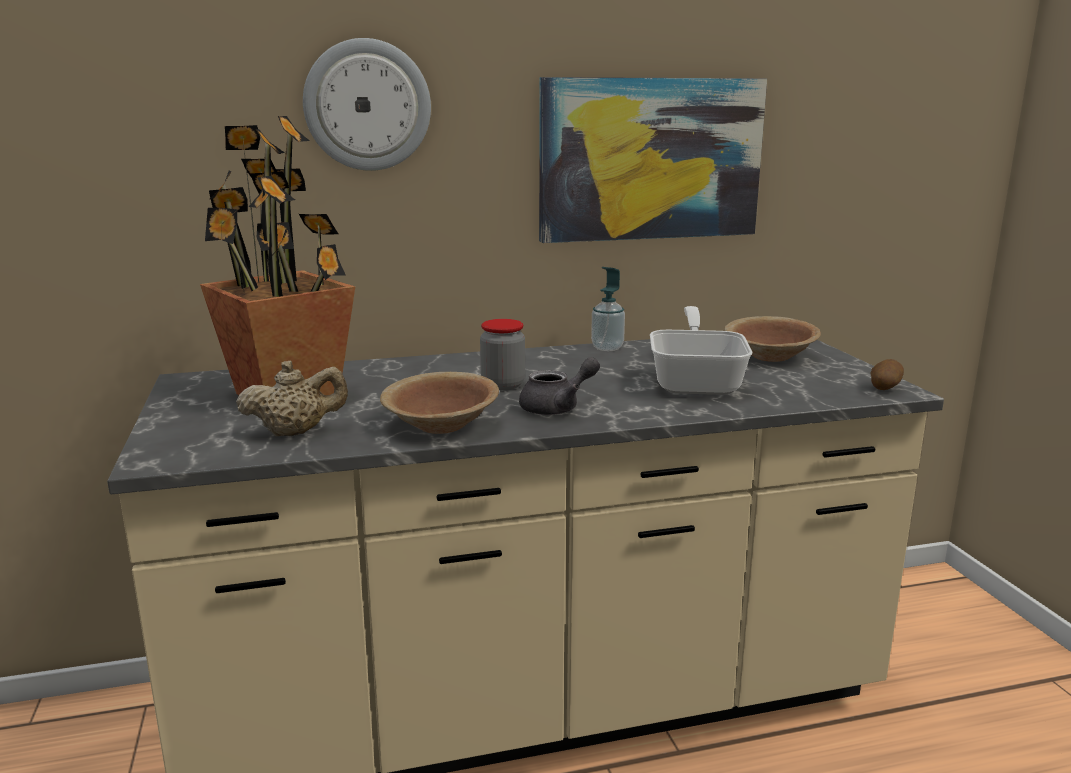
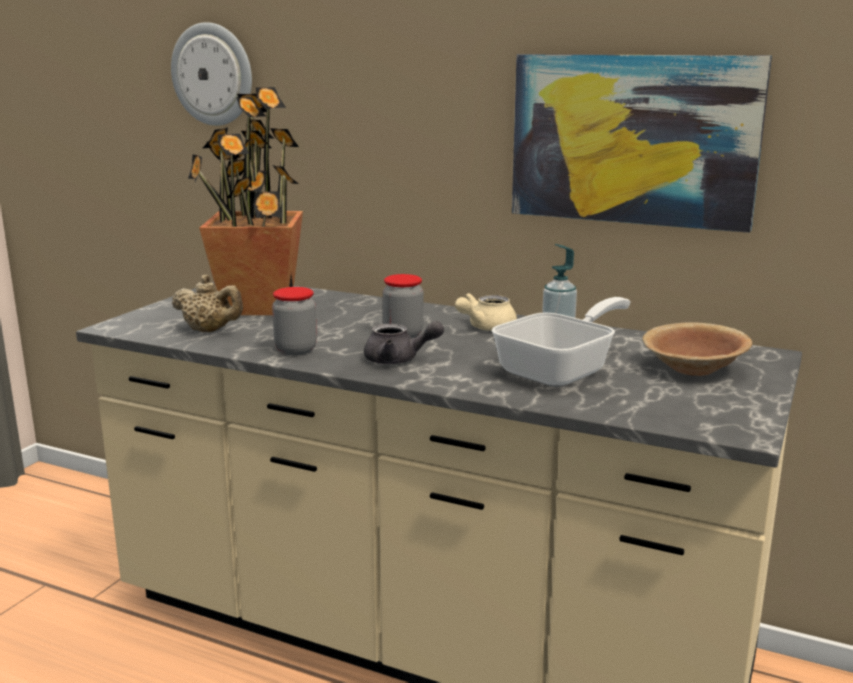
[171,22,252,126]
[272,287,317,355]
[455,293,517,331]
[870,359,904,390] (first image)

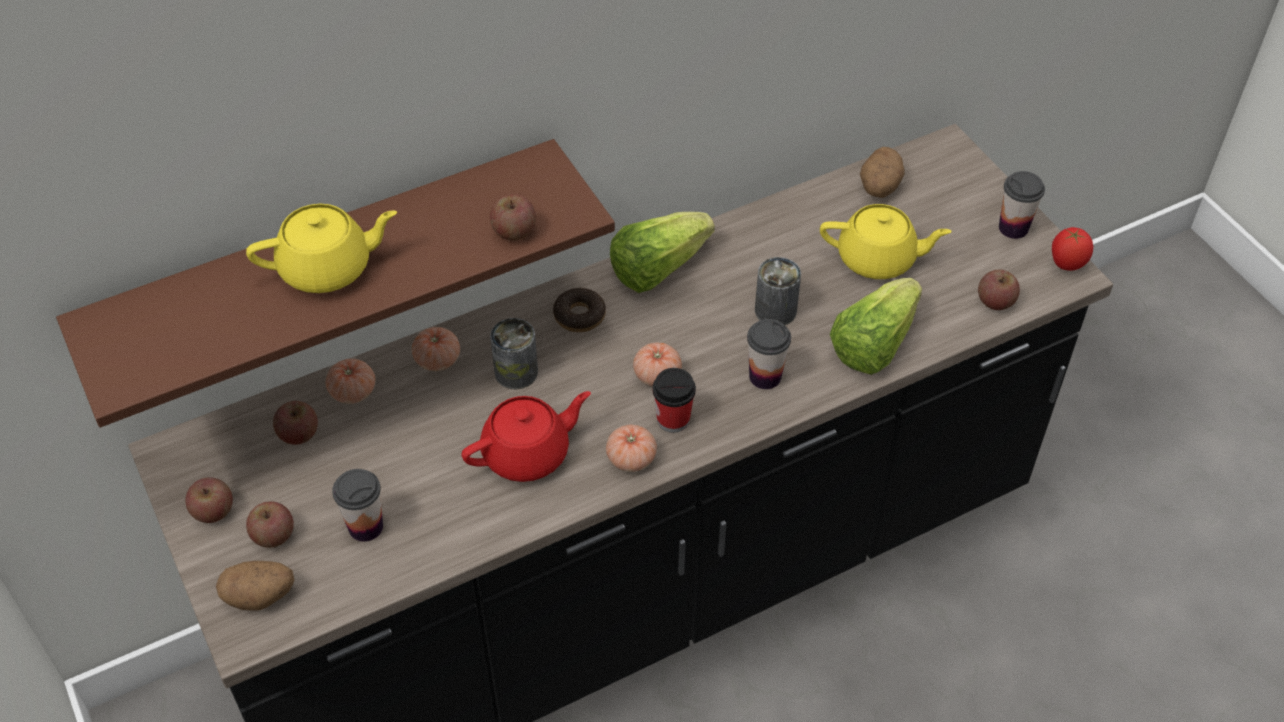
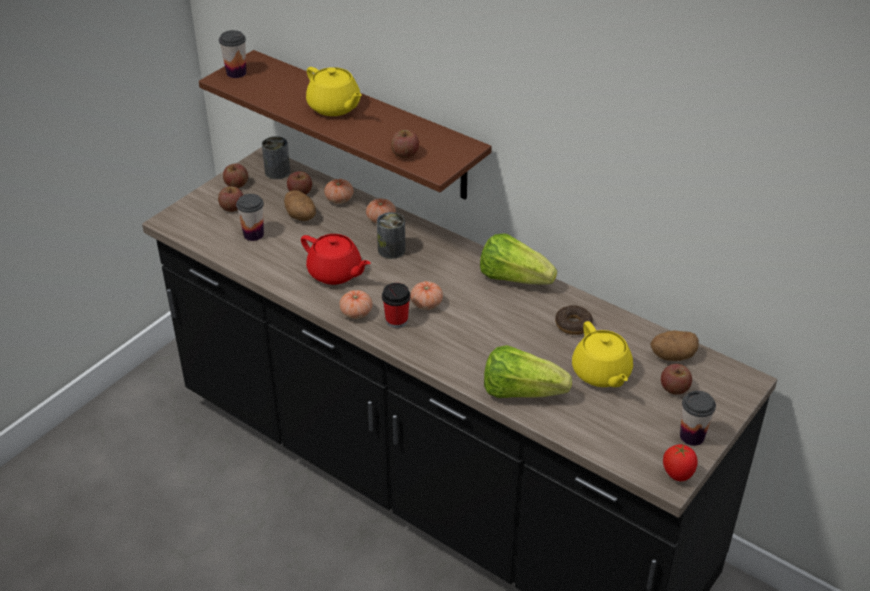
[219,30,246,78]
[262,136,290,179]
[284,190,316,221]
[555,305,593,335]
[661,364,692,395]

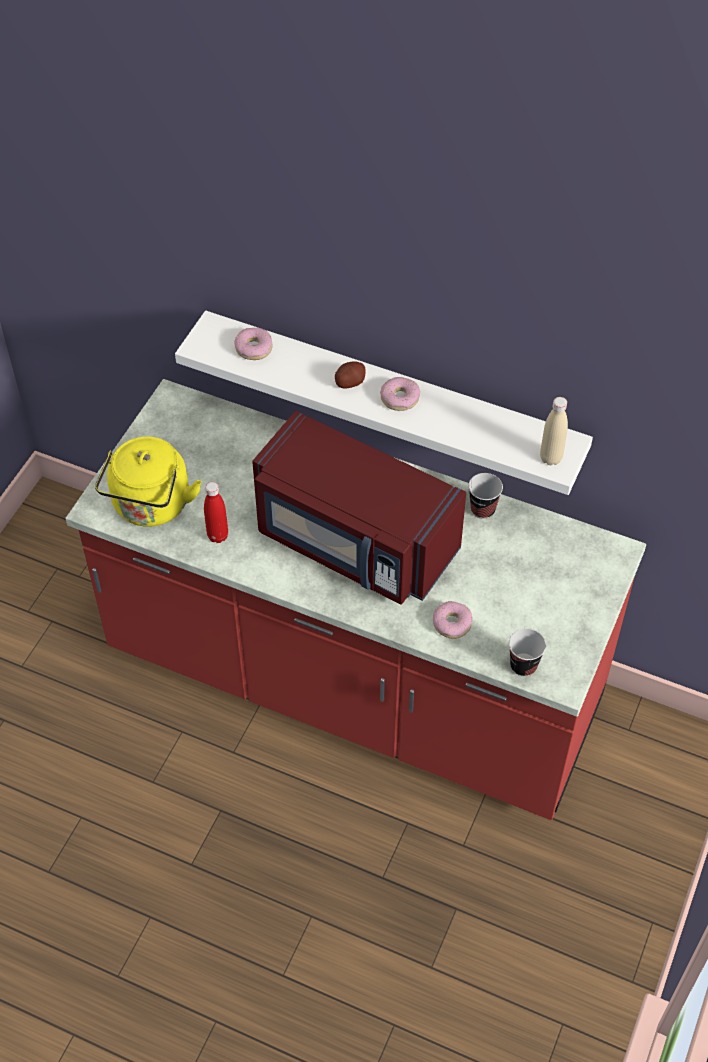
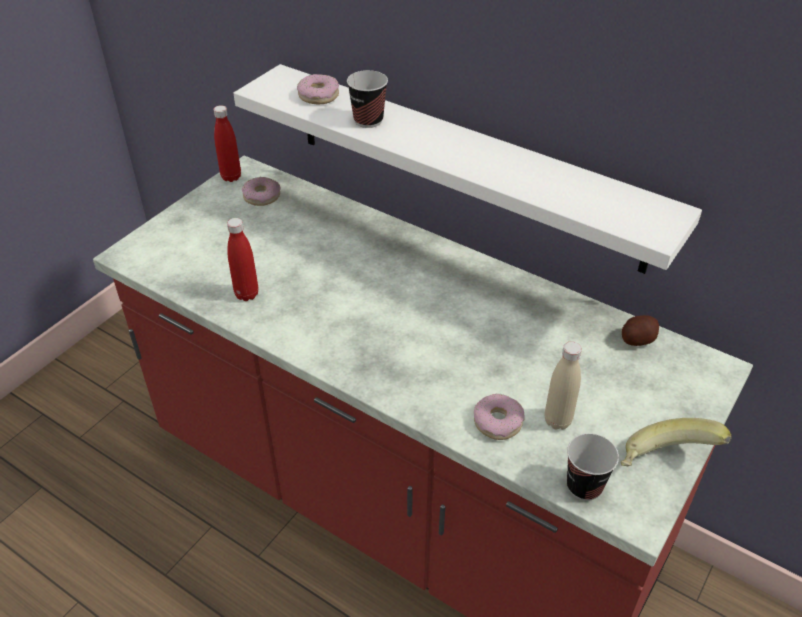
[214,105,241,182]
[242,177,281,206]
[347,70,388,128]
[544,342,582,430]
[621,418,732,467]
[622,315,659,346]
[95,436,202,527] (first image)
[252,411,466,605] (first image)

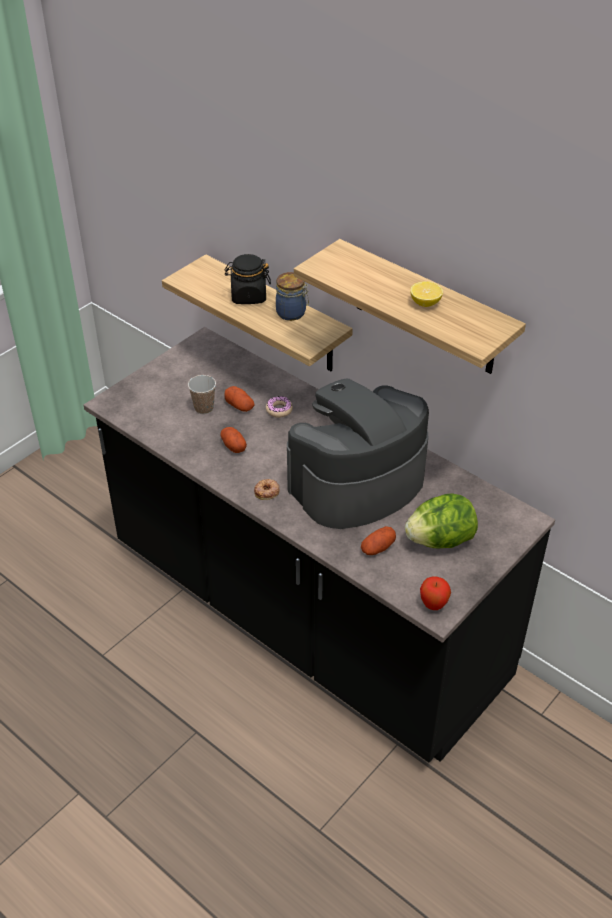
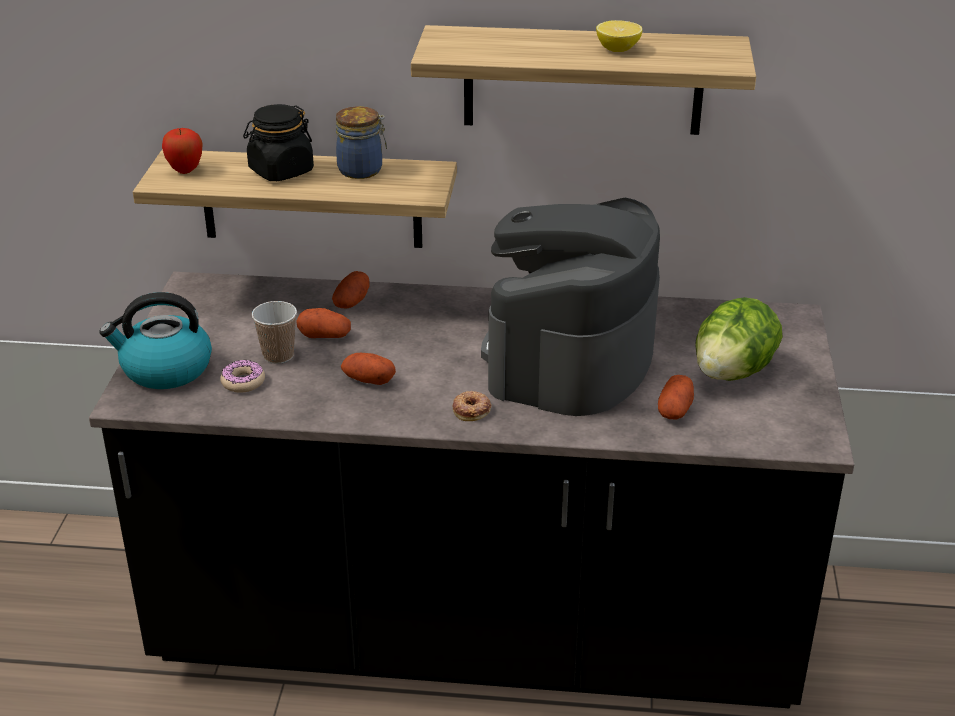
[99,292,212,389]
[162,128,203,174]
[220,360,265,393]
[332,271,369,309]

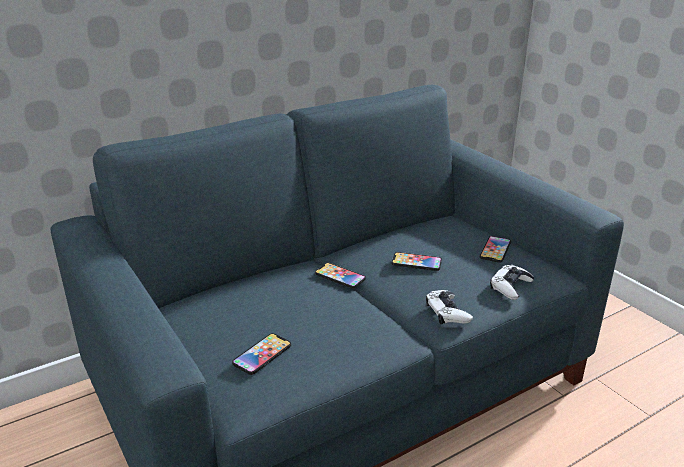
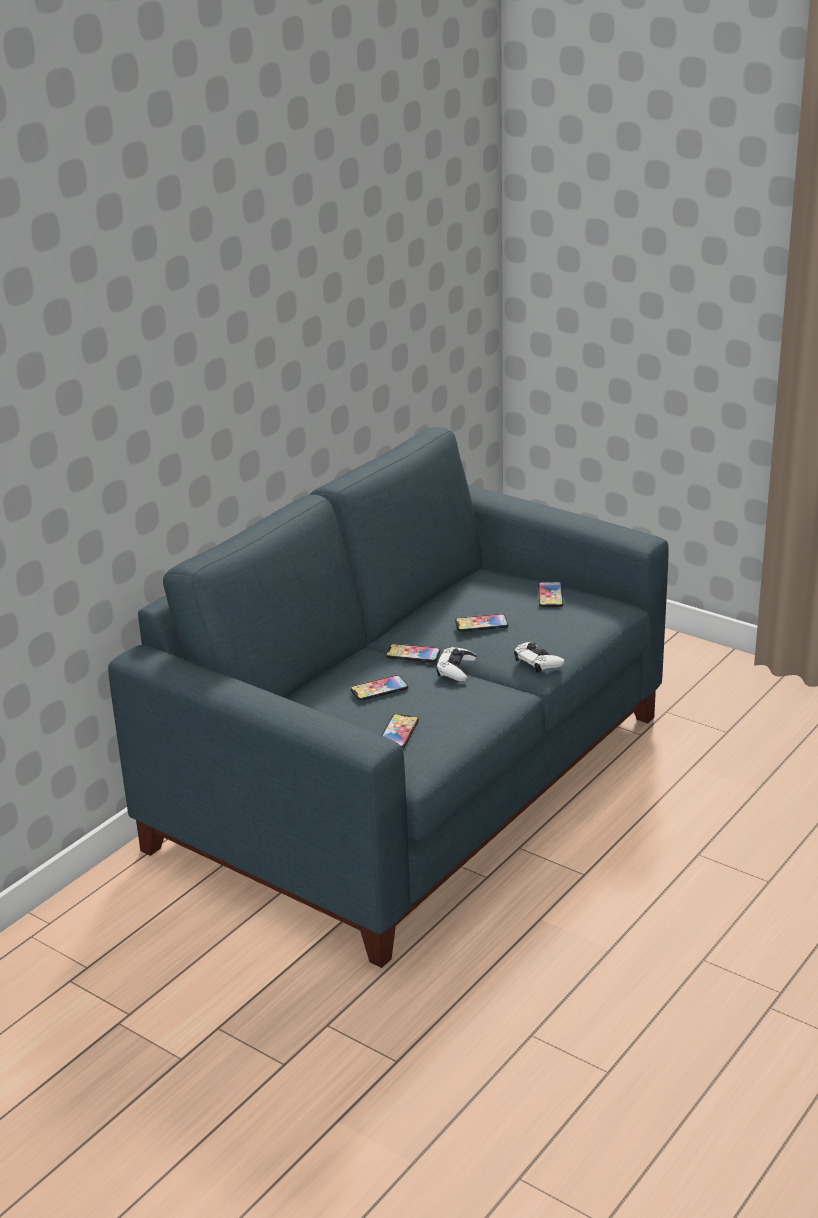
[351,675,408,701]
[436,647,477,681]

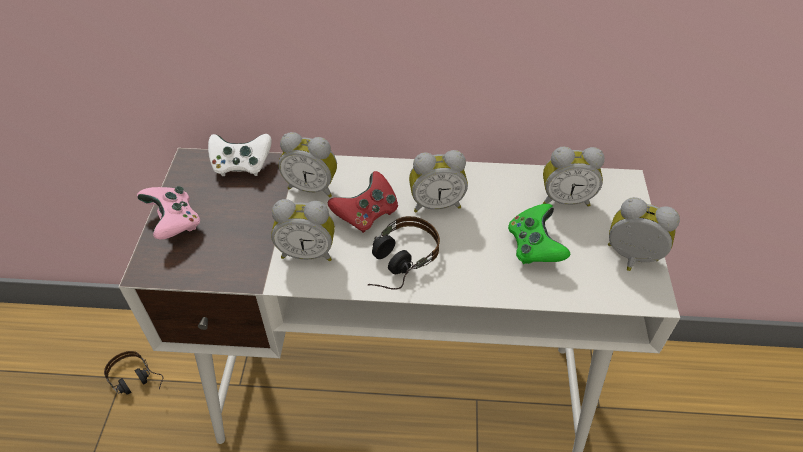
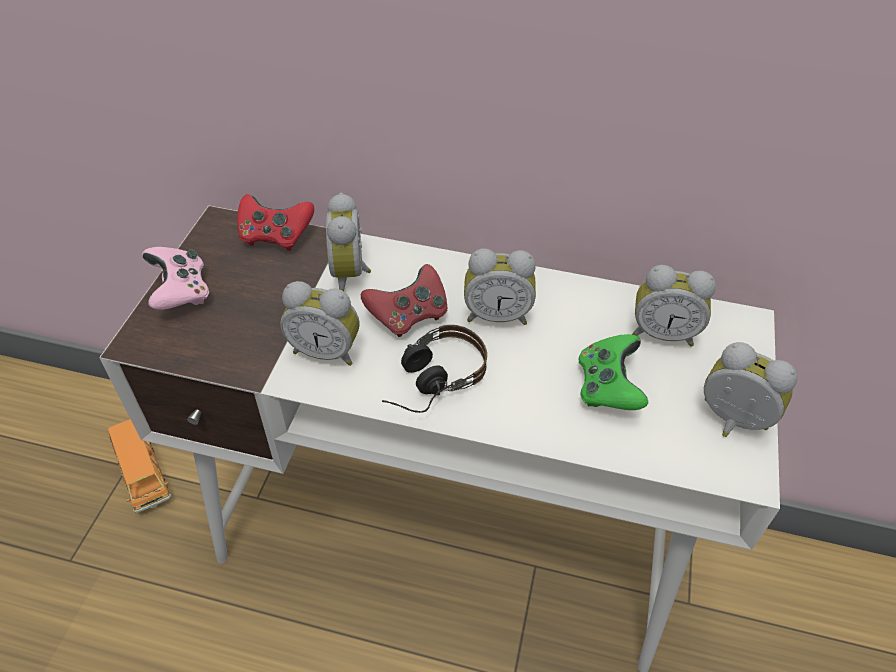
[108,419,172,513]
[237,194,314,251]
[326,193,371,291]

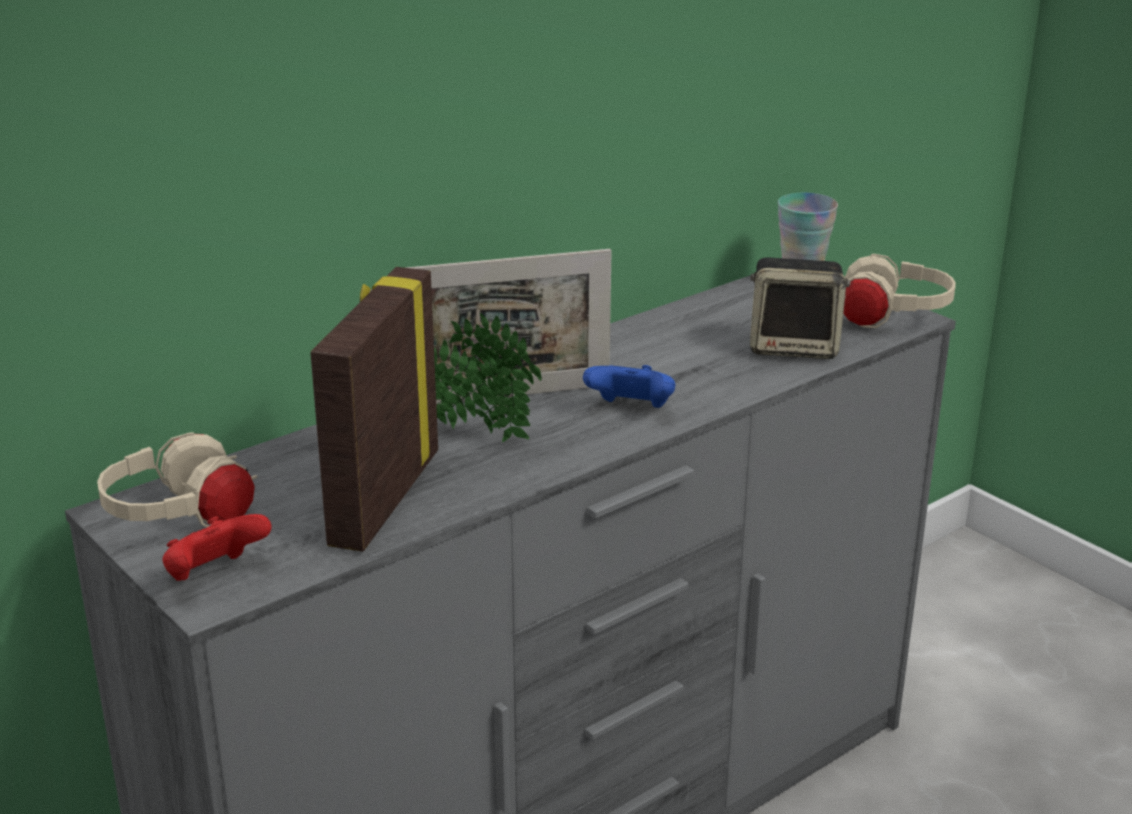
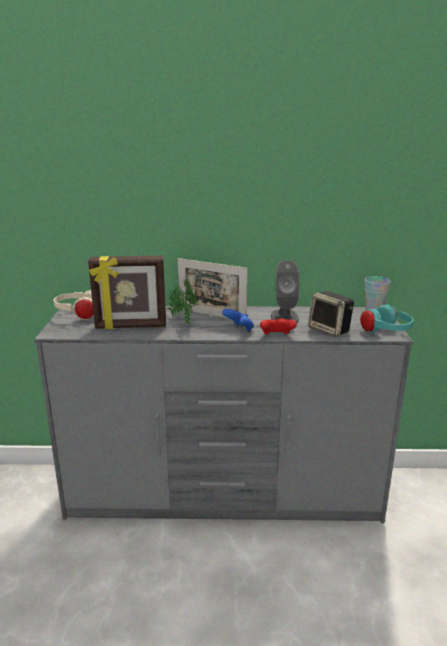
[88,255,166,329]
[260,318,297,335]
[271,260,299,323]
[360,304,414,334]

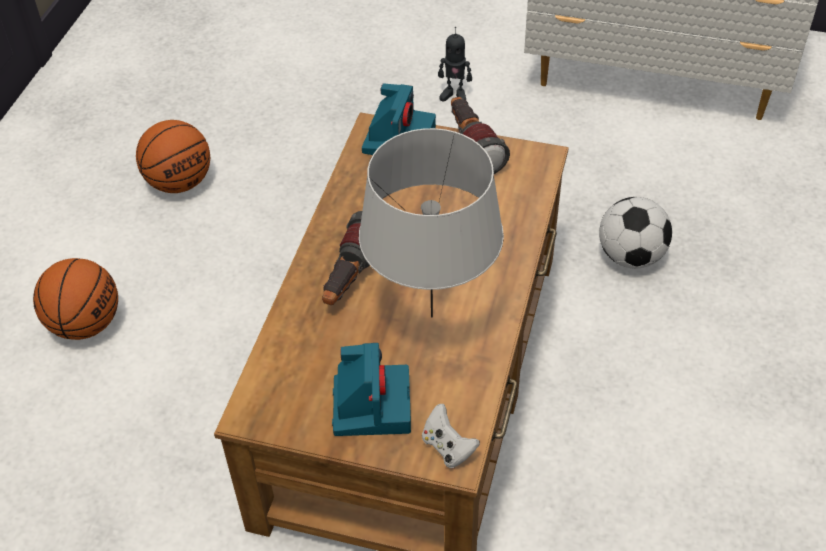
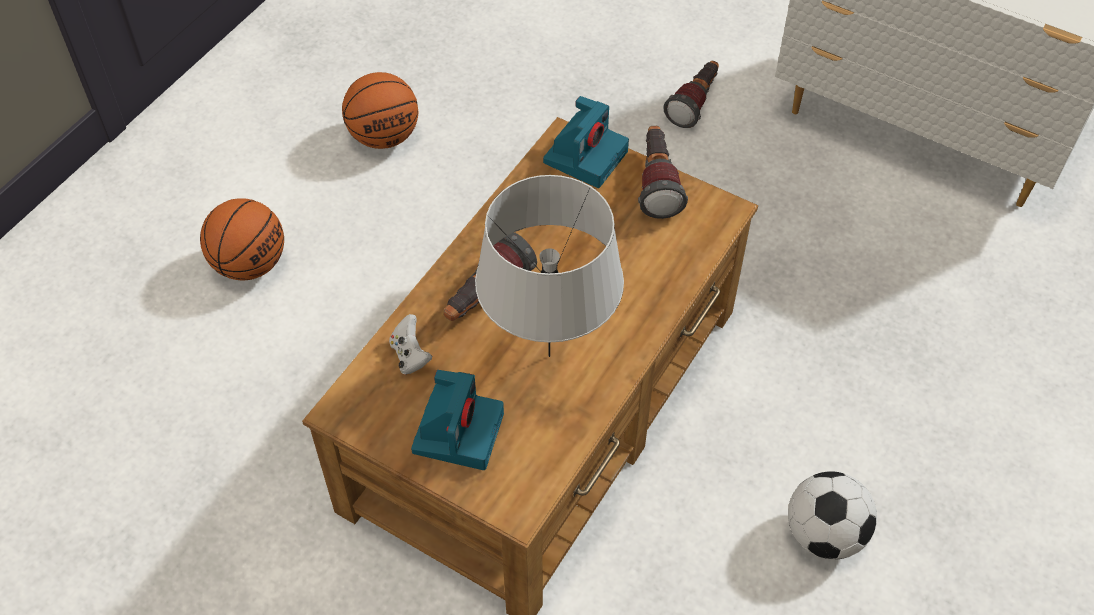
[389,314,432,375]
[663,61,719,128]
[788,471,877,560]

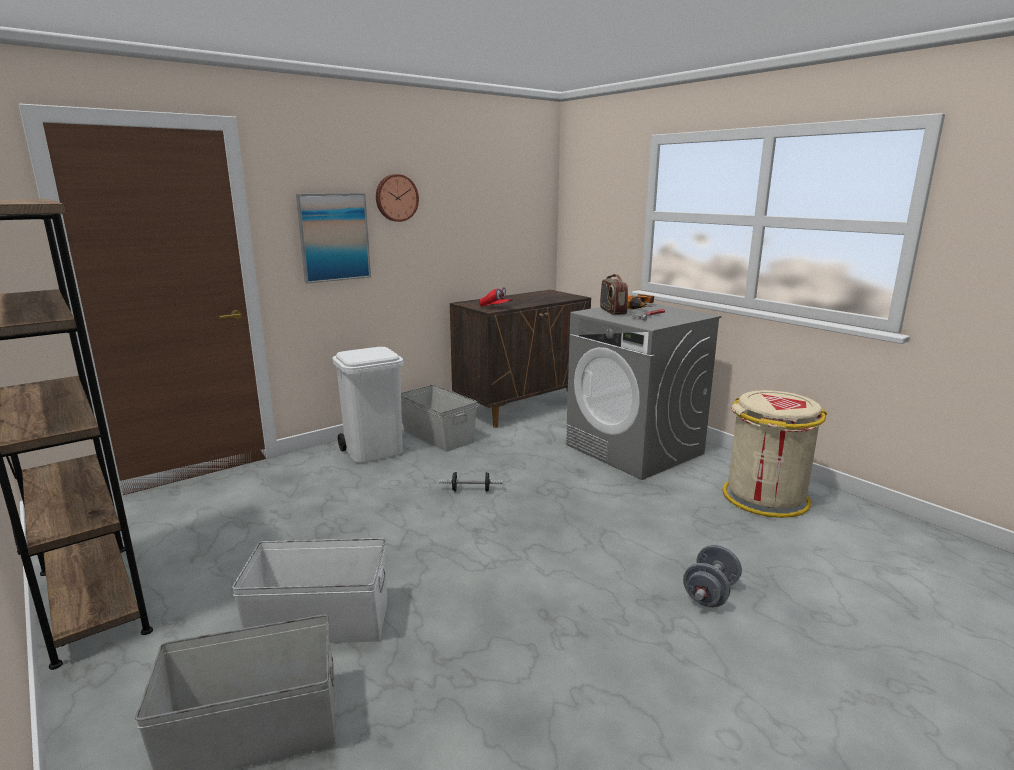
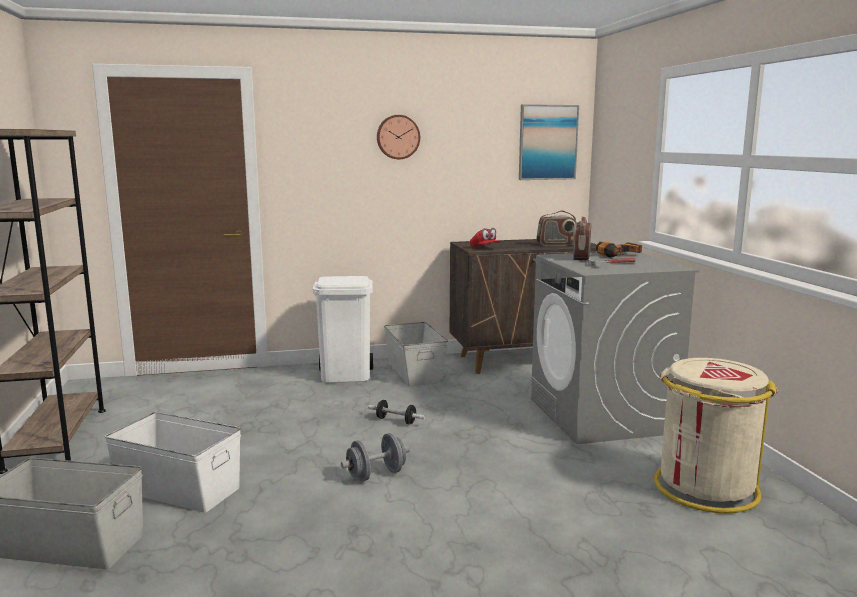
[341,433,410,482]
[519,104,579,180]
[537,211,576,246]

